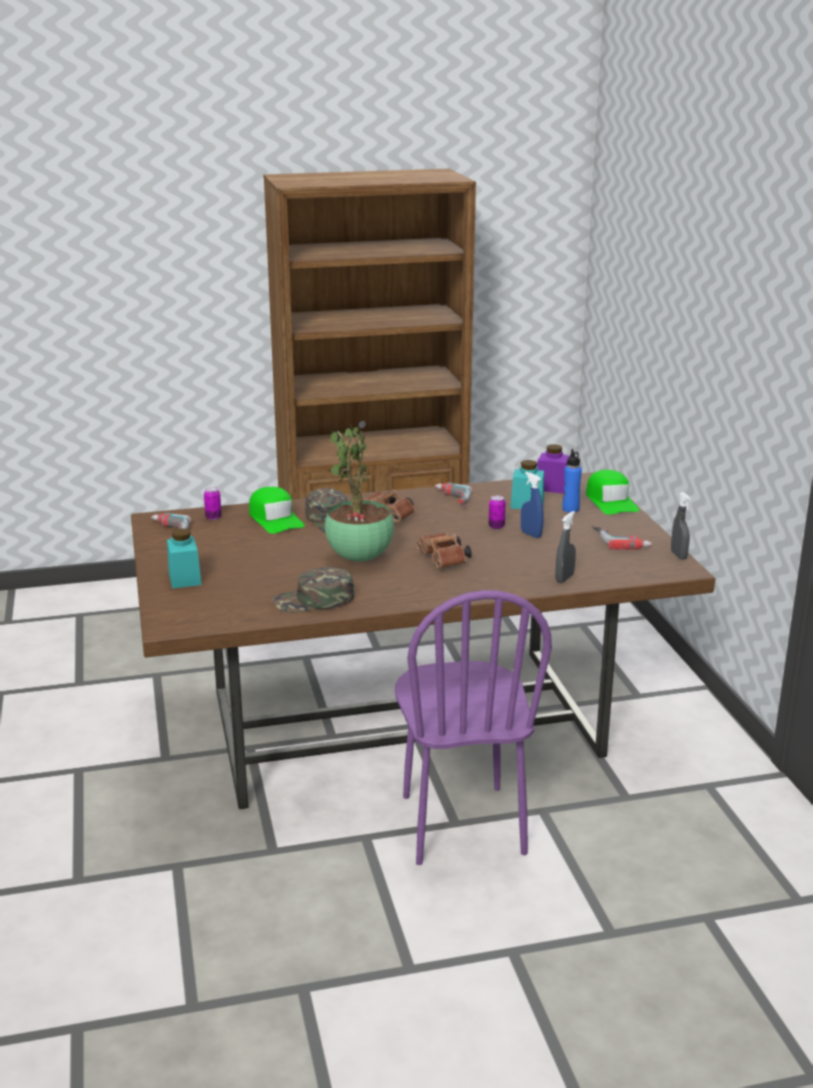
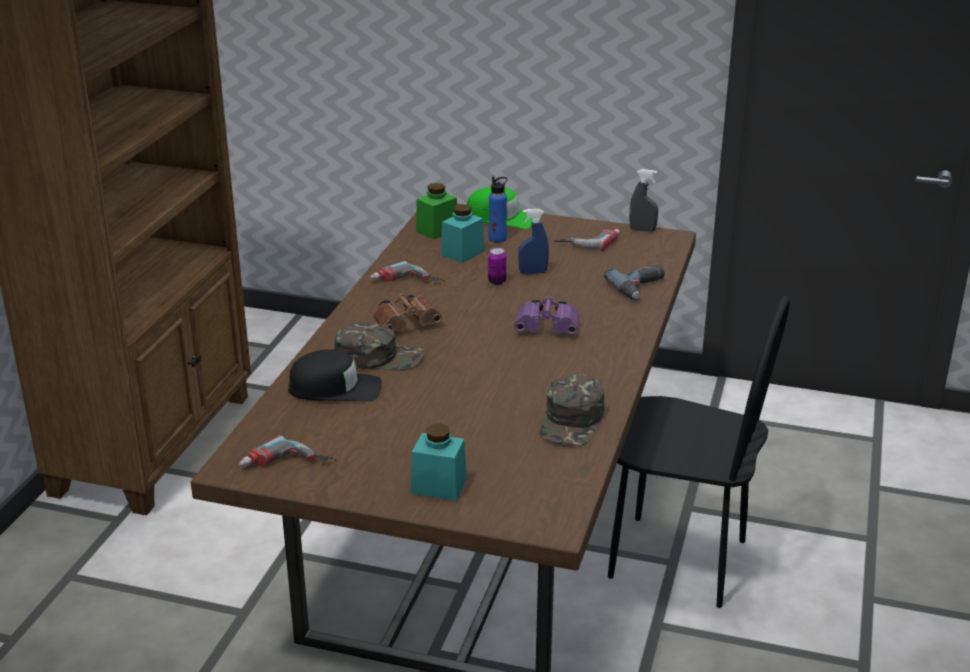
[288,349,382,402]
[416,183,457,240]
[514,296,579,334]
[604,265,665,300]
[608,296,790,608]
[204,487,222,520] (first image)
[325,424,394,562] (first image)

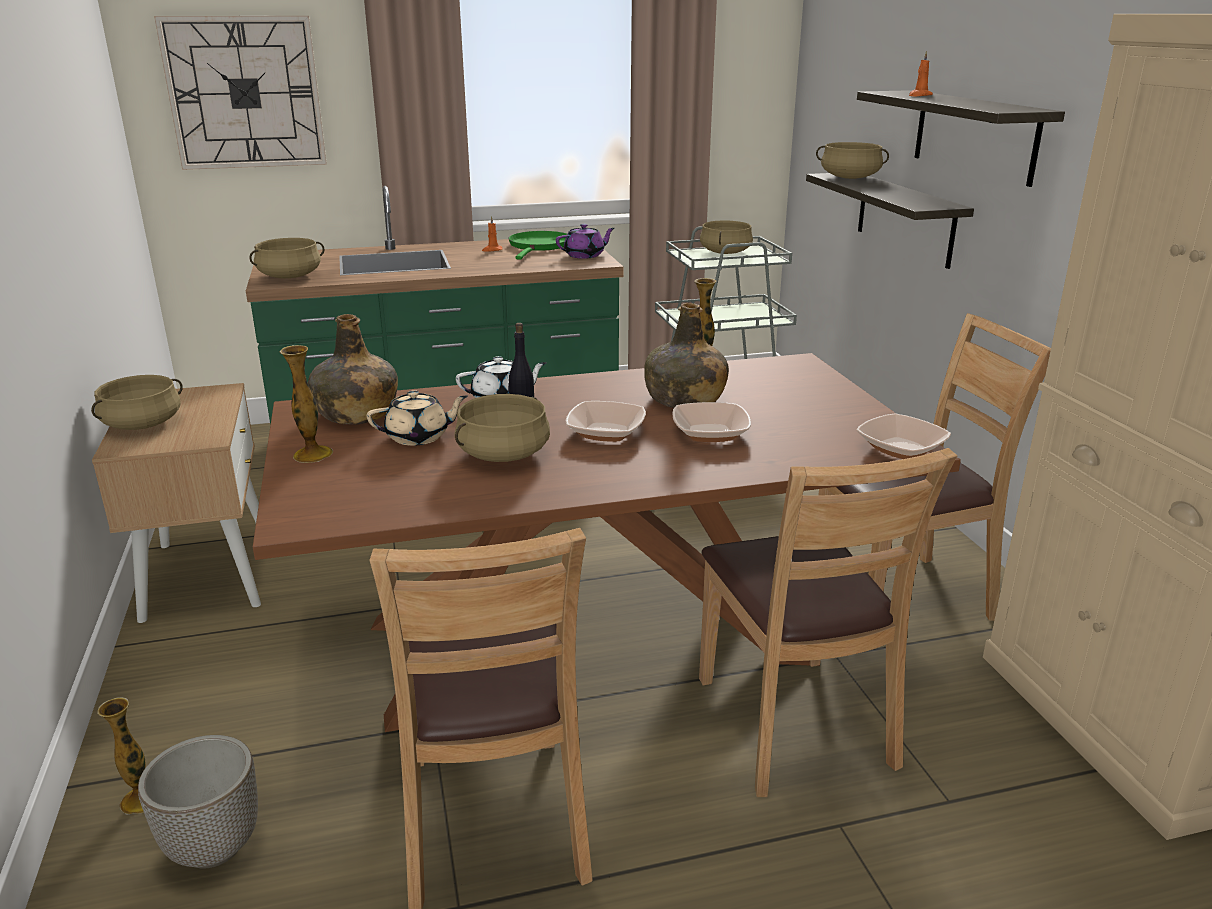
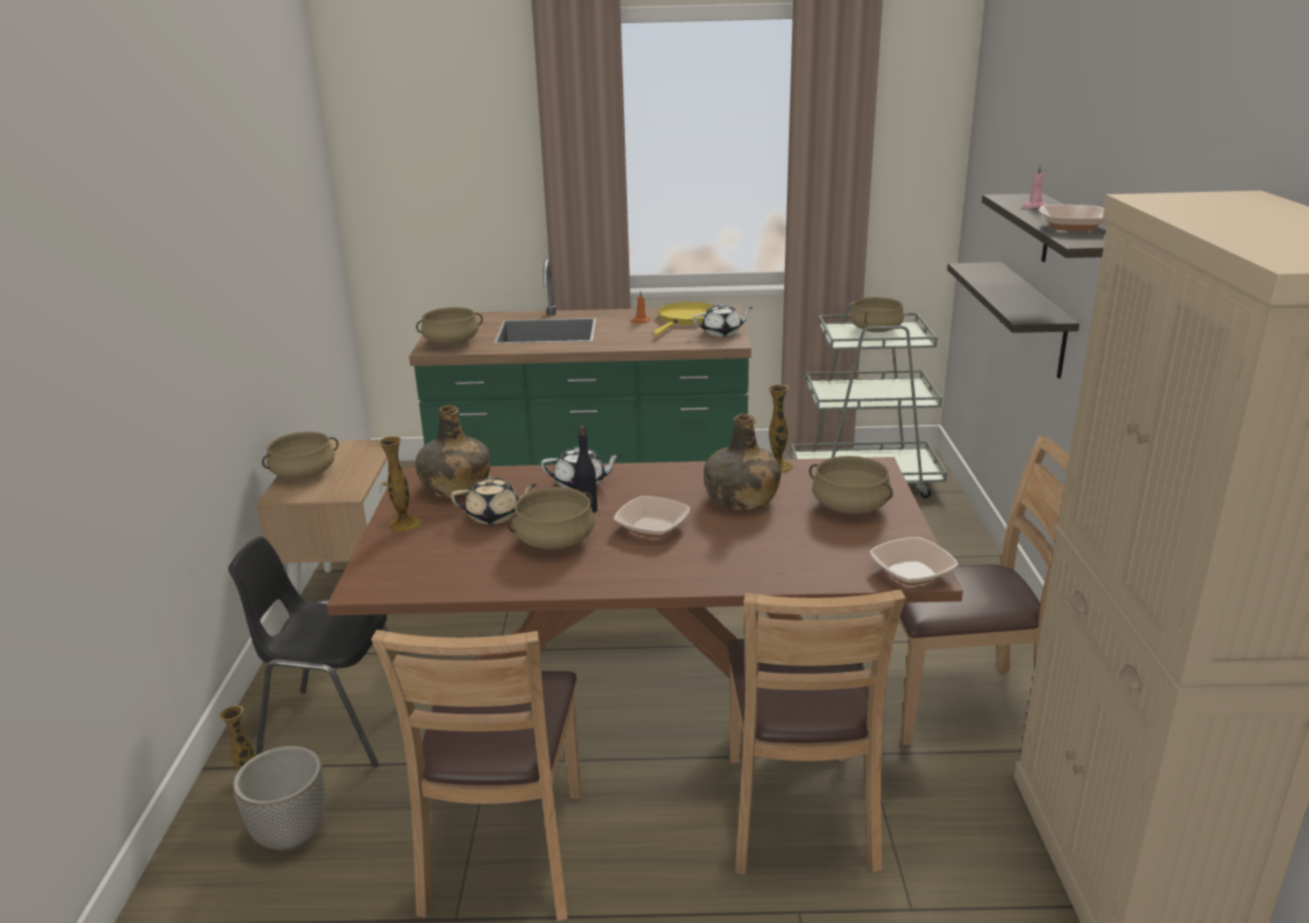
[228,536,399,768]
[653,302,715,336]
[693,303,754,337]
[809,456,893,514]
[1022,165,1047,209]
[1039,205,1104,231]
[154,16,327,170] (first image)

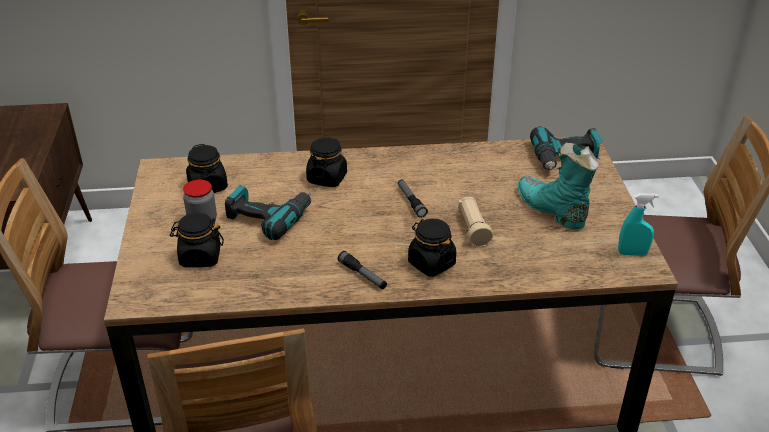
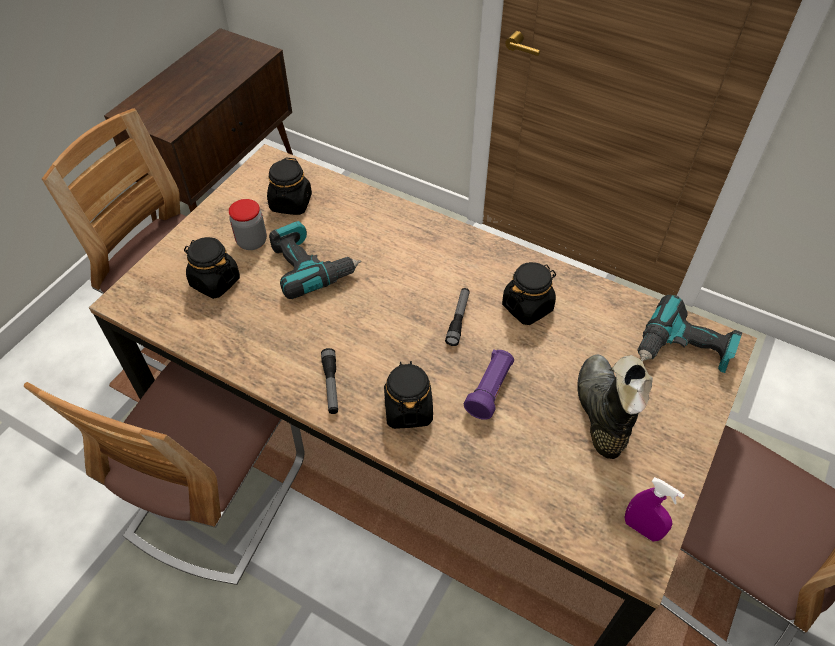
[464,349,514,420]
[502,262,556,325]
[578,355,653,459]
[624,477,685,542]

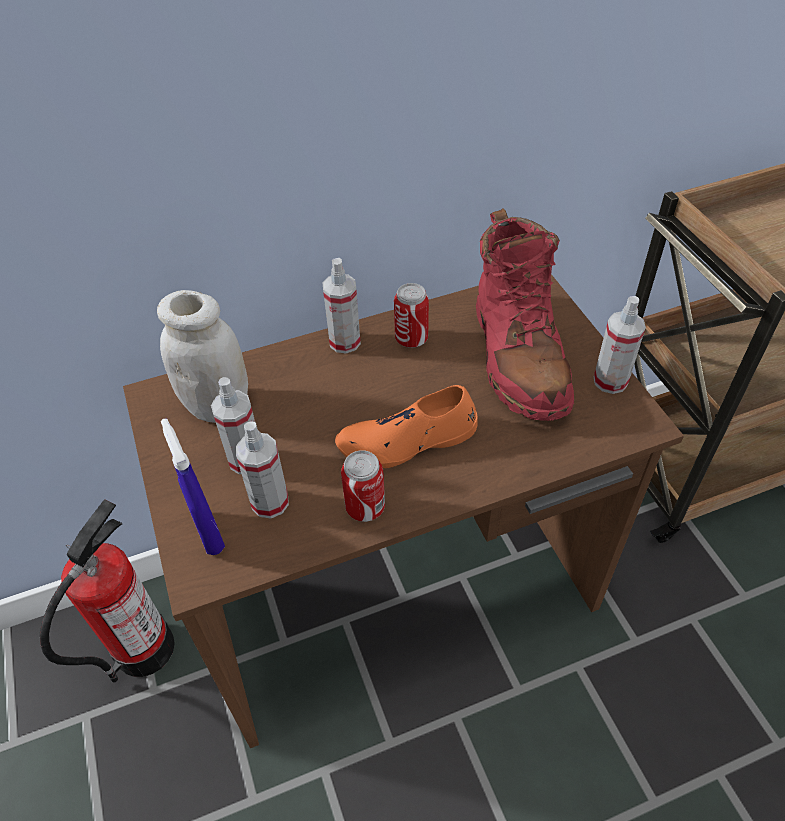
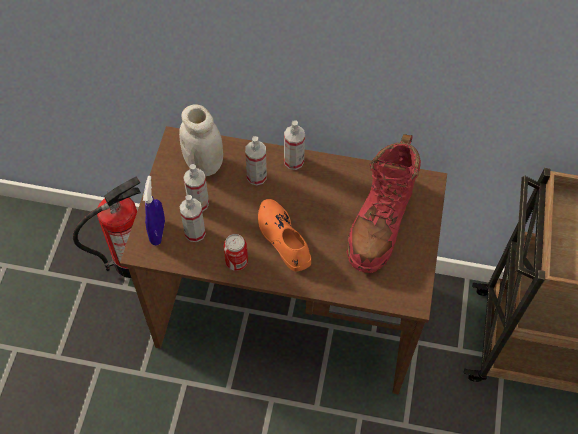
[245,136,267,185]
[258,199,311,271]
[394,283,429,348] (first image)

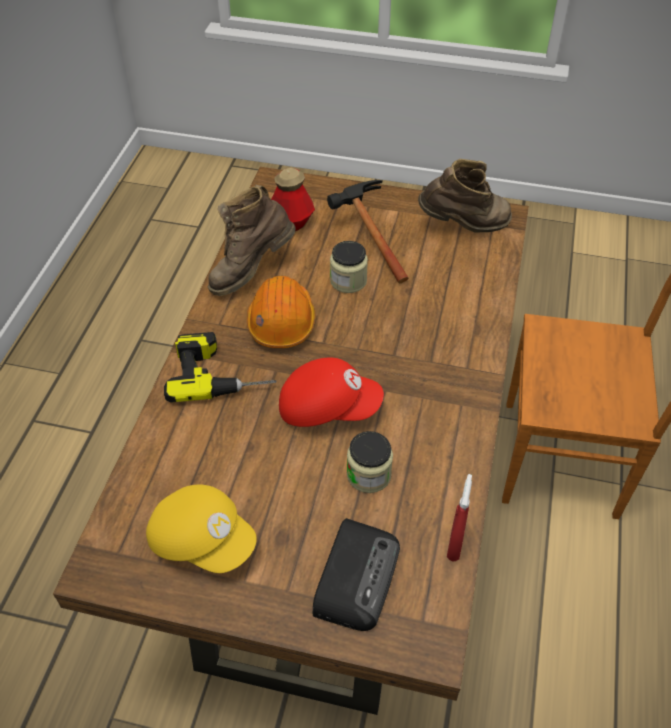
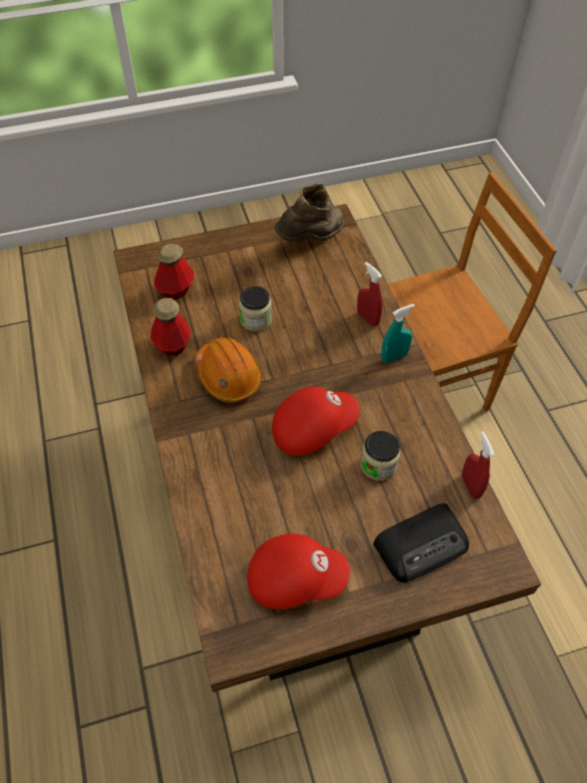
[150,298,190,356]
[248,534,350,609]
[357,262,383,326]
[373,503,469,583]
[381,304,415,363]
[164,332,277,403] (first image)
[327,180,408,284] (first image)

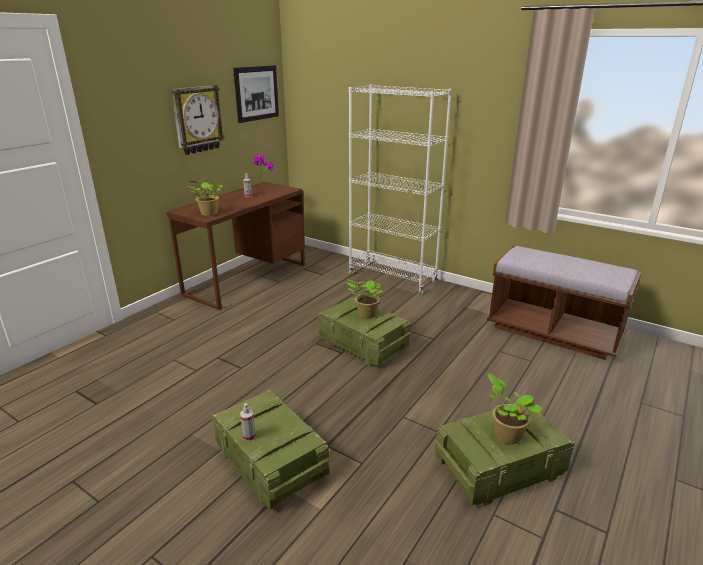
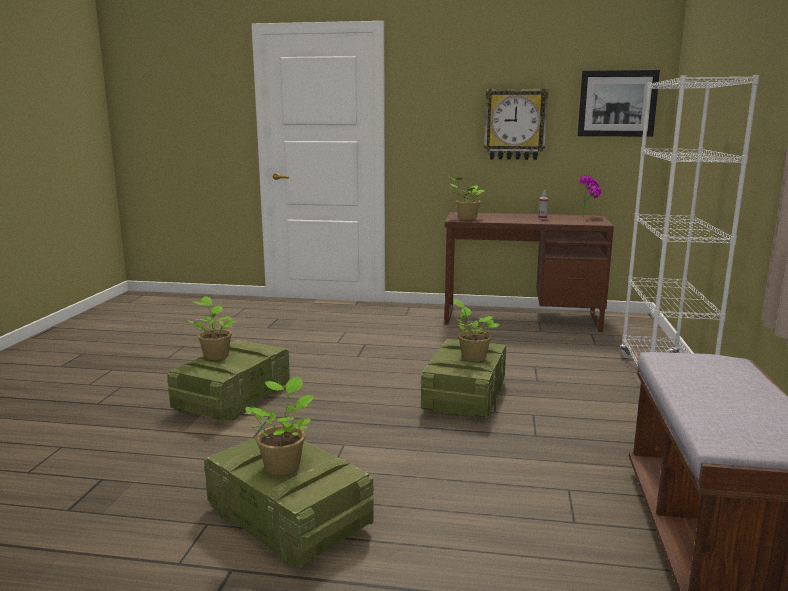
[189,296,236,360]

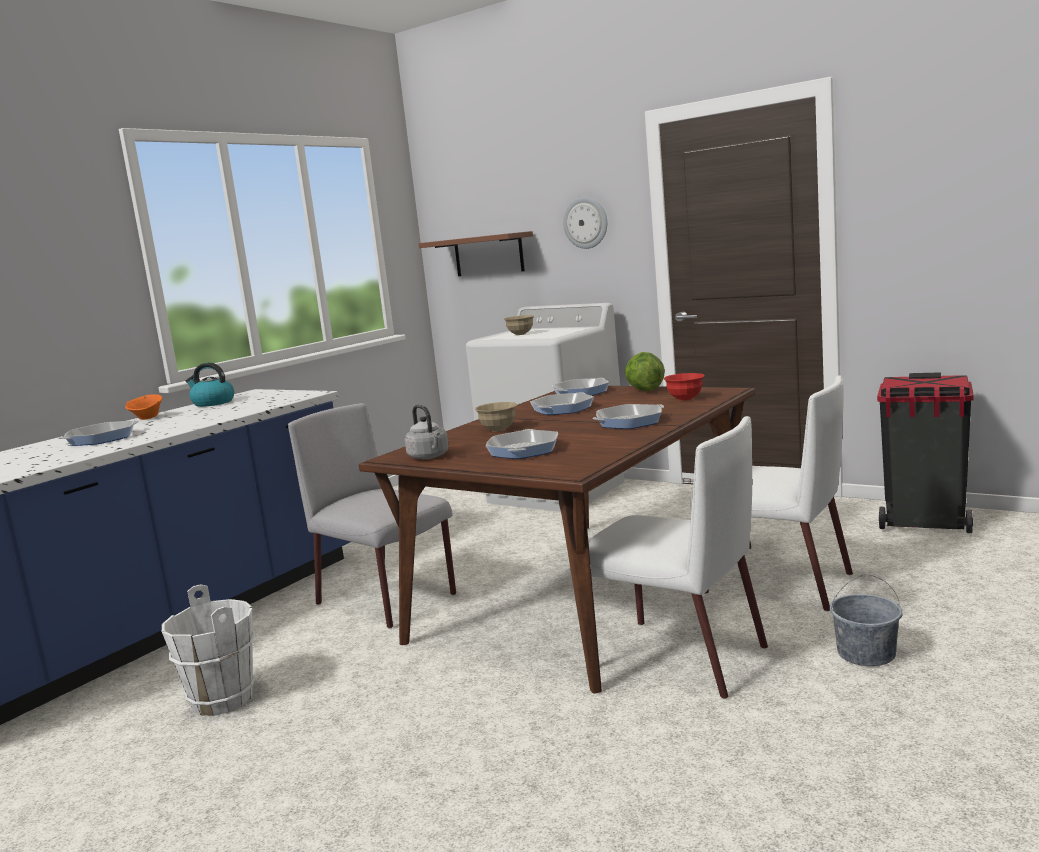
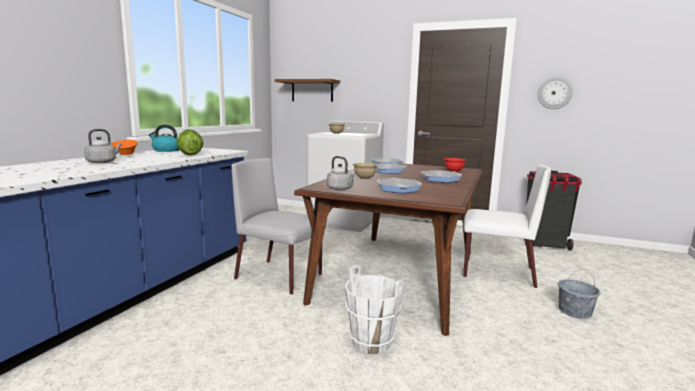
[84,129,122,163]
[176,129,204,156]
[345,264,404,354]
[538,77,573,109]
[588,416,768,699] (first image)

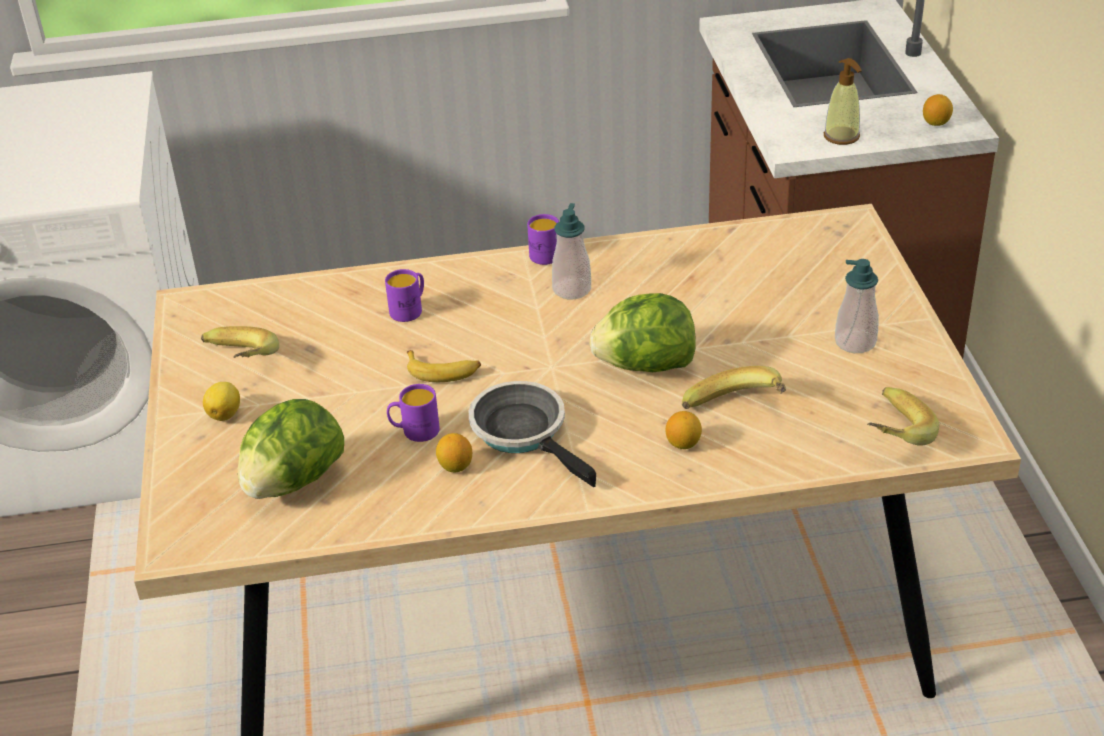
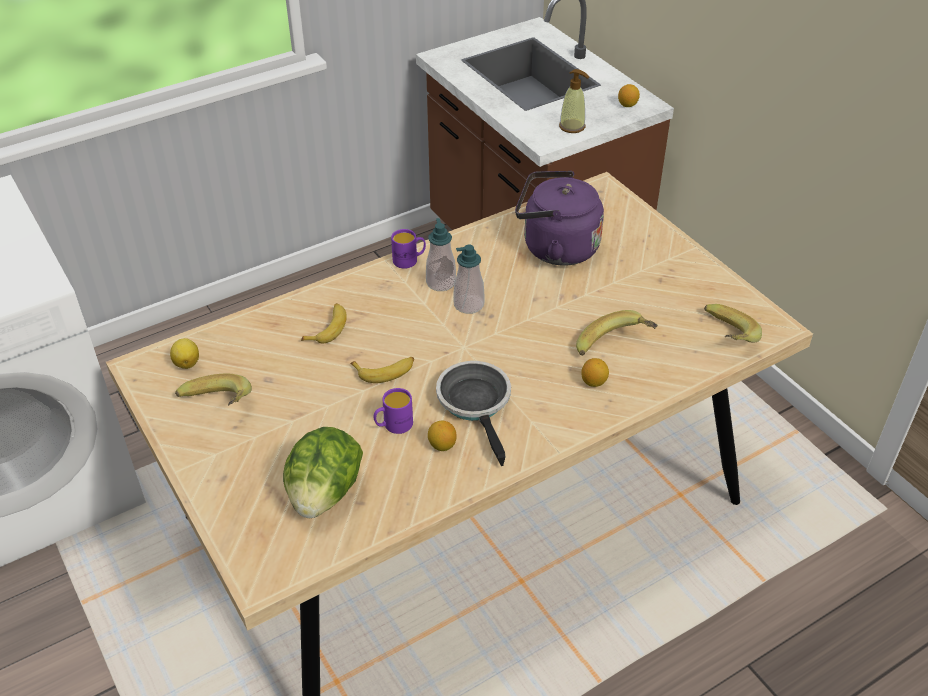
[170,338,199,369]
[301,303,347,343]
[436,361,511,466]
[454,245,484,314]
[515,171,604,266]
[589,293,696,372] (first image)

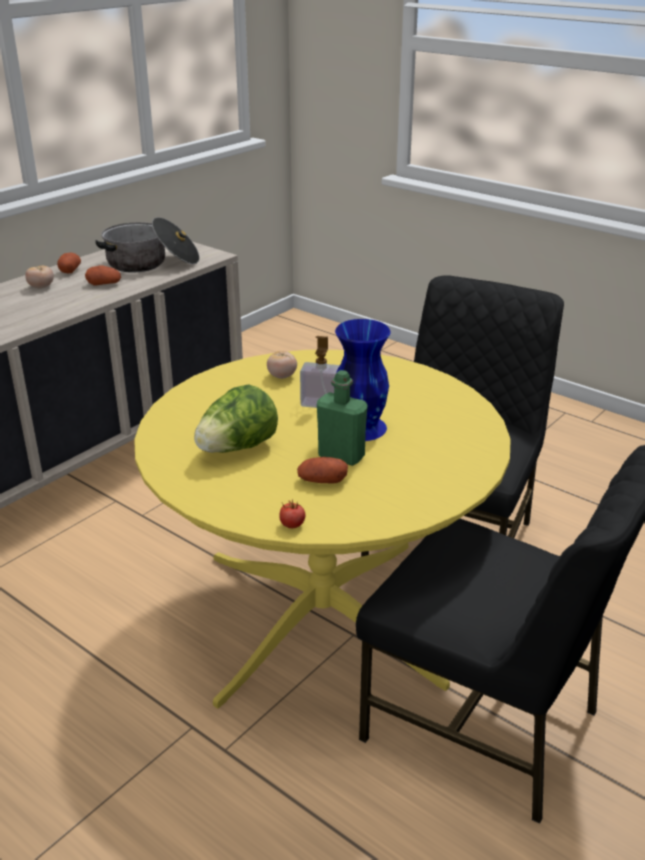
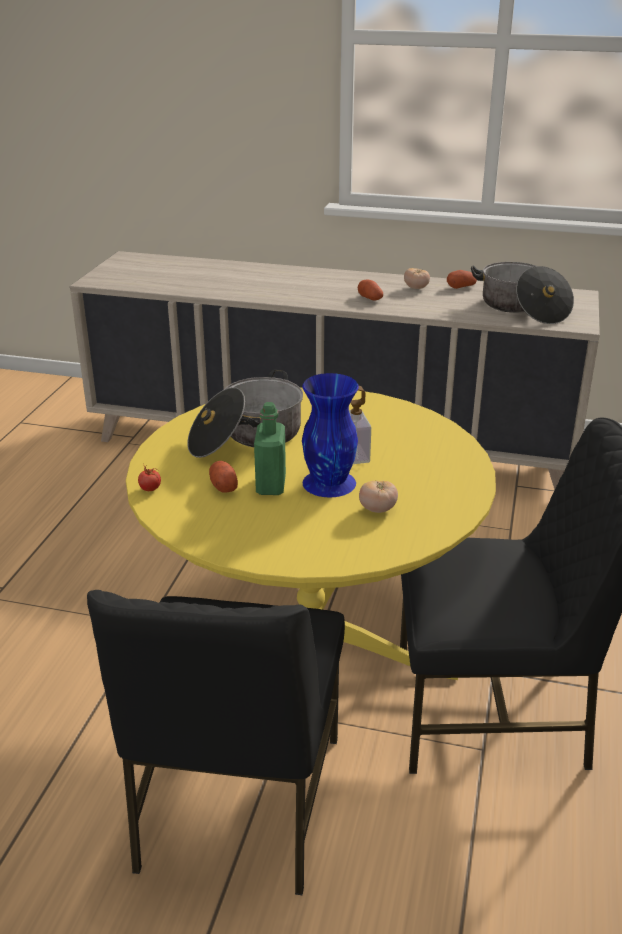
[188,370,303,458]
[358,279,383,300]
[359,480,398,513]

